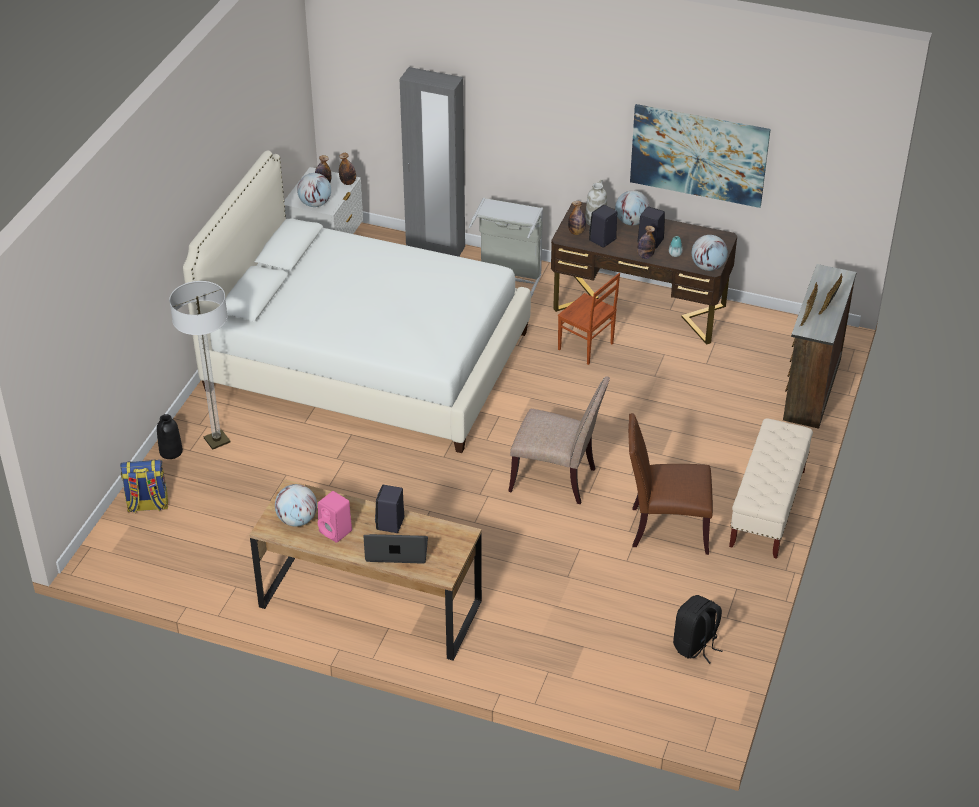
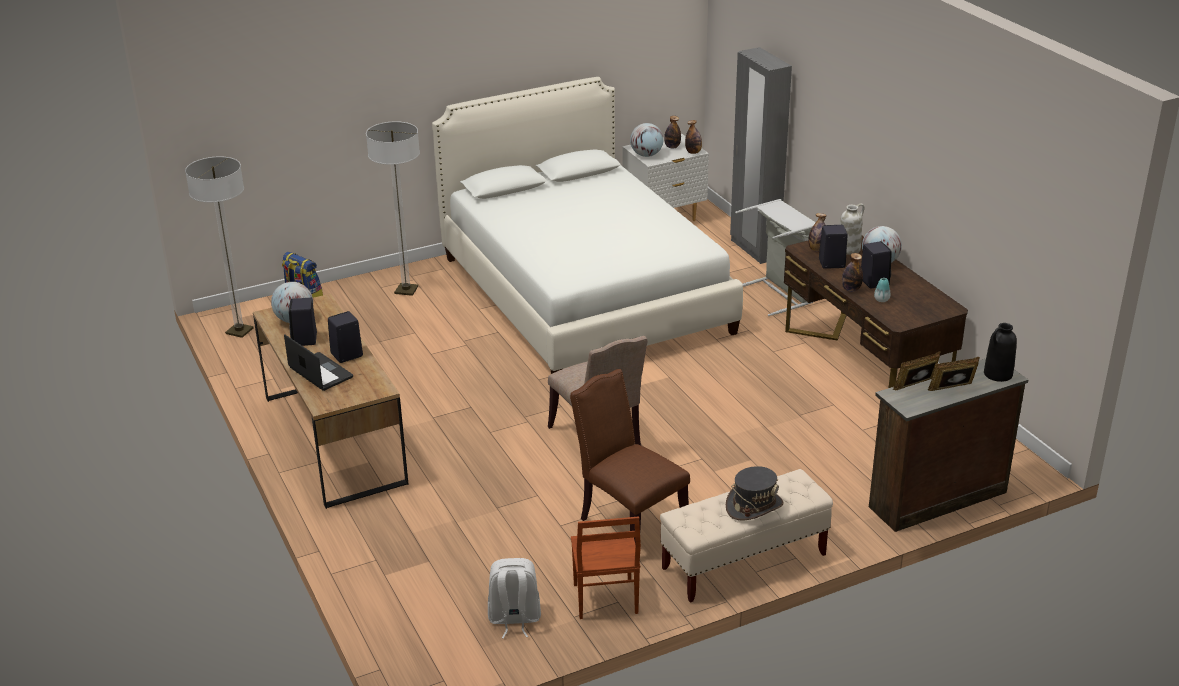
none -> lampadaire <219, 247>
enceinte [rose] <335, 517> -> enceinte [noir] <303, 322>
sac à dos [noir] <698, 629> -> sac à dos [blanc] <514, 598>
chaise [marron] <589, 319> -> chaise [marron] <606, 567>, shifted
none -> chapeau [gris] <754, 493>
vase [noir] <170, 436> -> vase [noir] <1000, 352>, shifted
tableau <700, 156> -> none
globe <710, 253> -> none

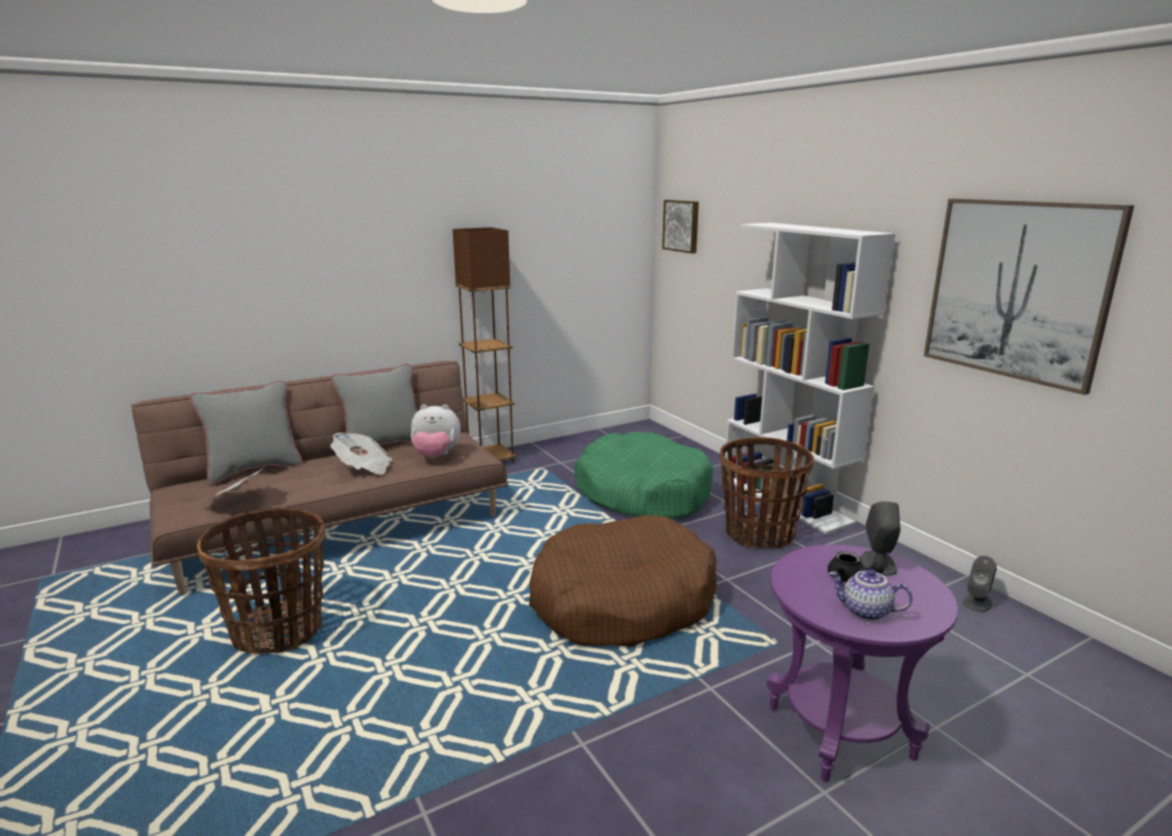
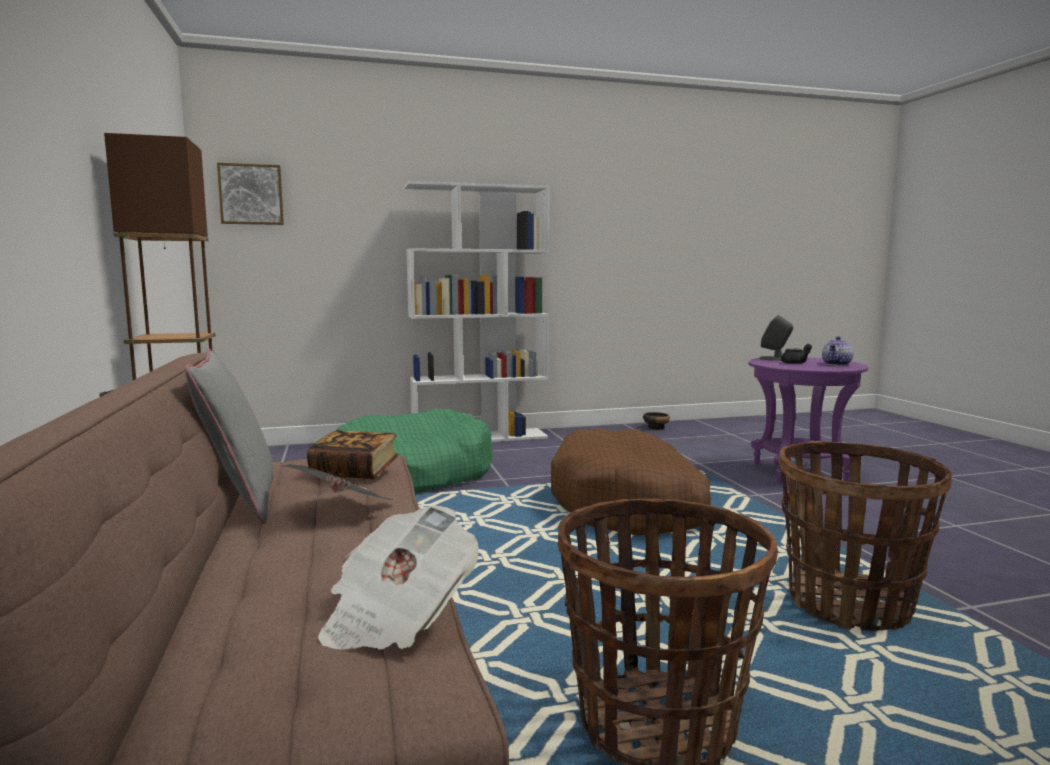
peluche <436, 431> -> livre <352, 454>
enceinte [gris] <979, 583> -> bol <656, 421>
panier <767, 493> -> panier <865, 536>, shifted
coussin [gris] <246, 431> -> none
tableau <1029, 296> -> none

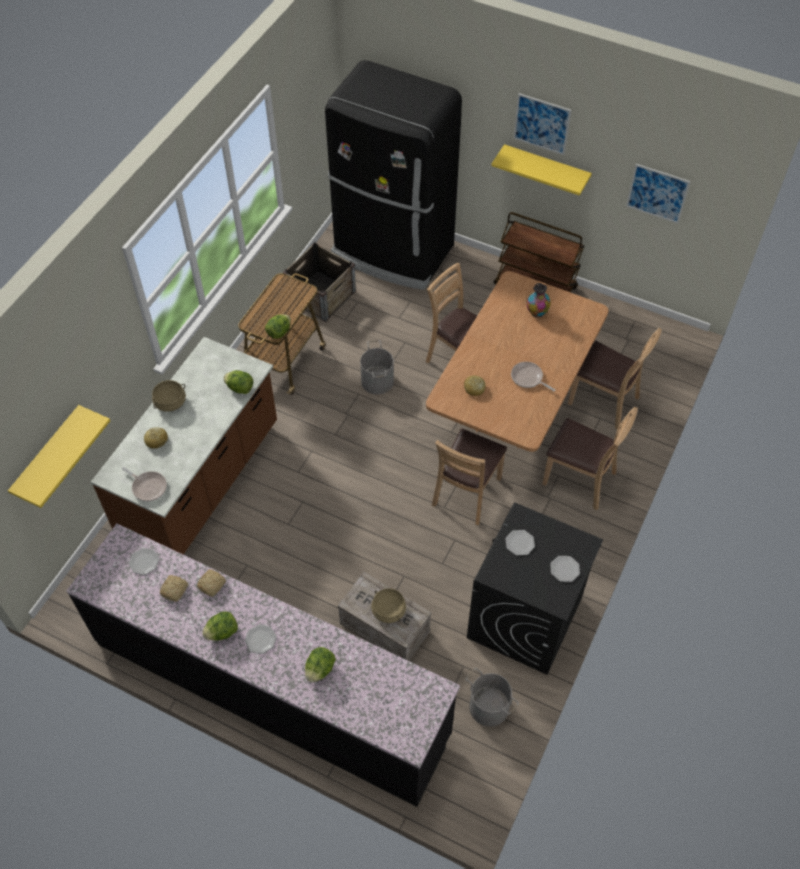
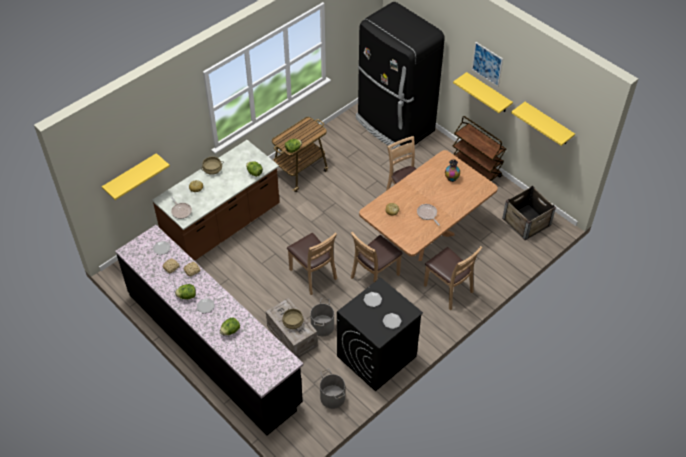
chaise [marron] <615, 379> -> chaise [marron] <312, 263>, shifted
seau [gris] <377, 367> -> seau [gris] <322, 317>, shifted
caisse <319, 282> -> caisse <529, 213>, shifted
tableau <658, 194> -> étagère [jaune] <543, 124>

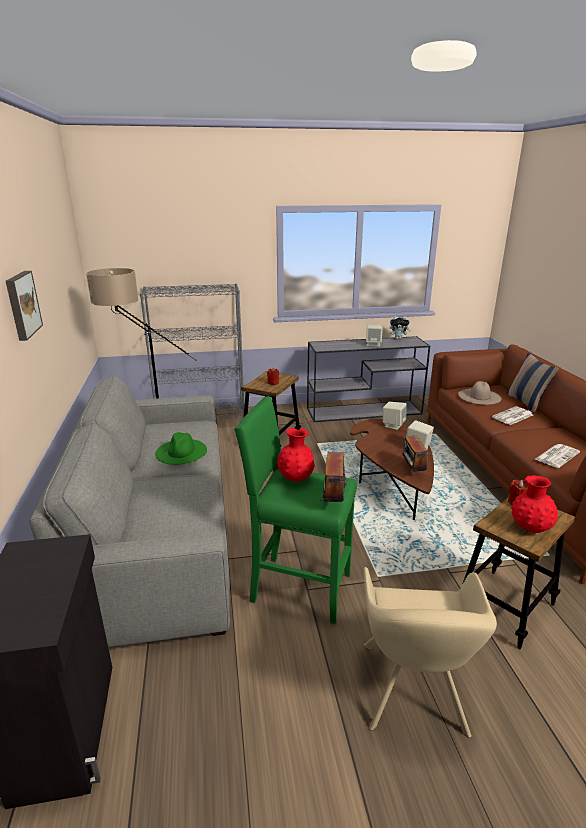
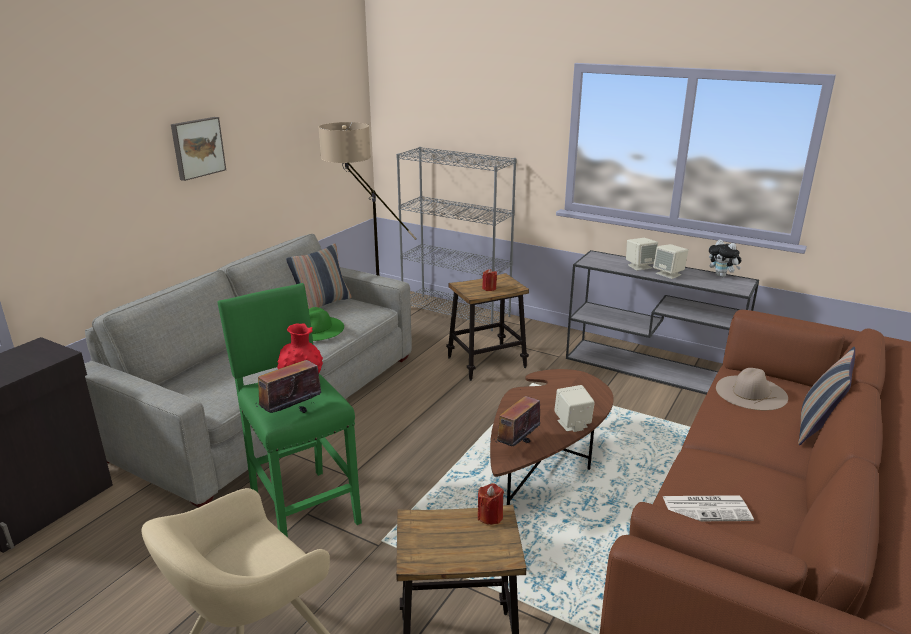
none -> coussin <318, 276>
enceinte [beige] <394, 416> -> enceinte [beige] <642, 254>, shifted
journal <512, 415> -> none
vase [rouge] <534, 504> -> none

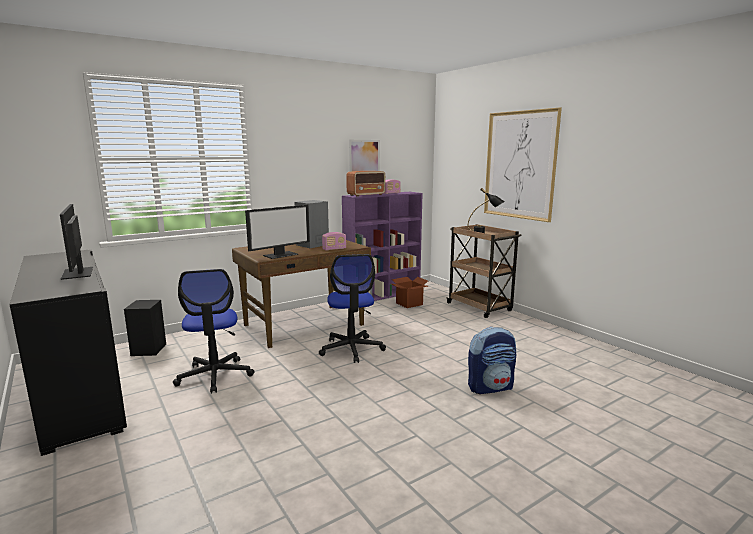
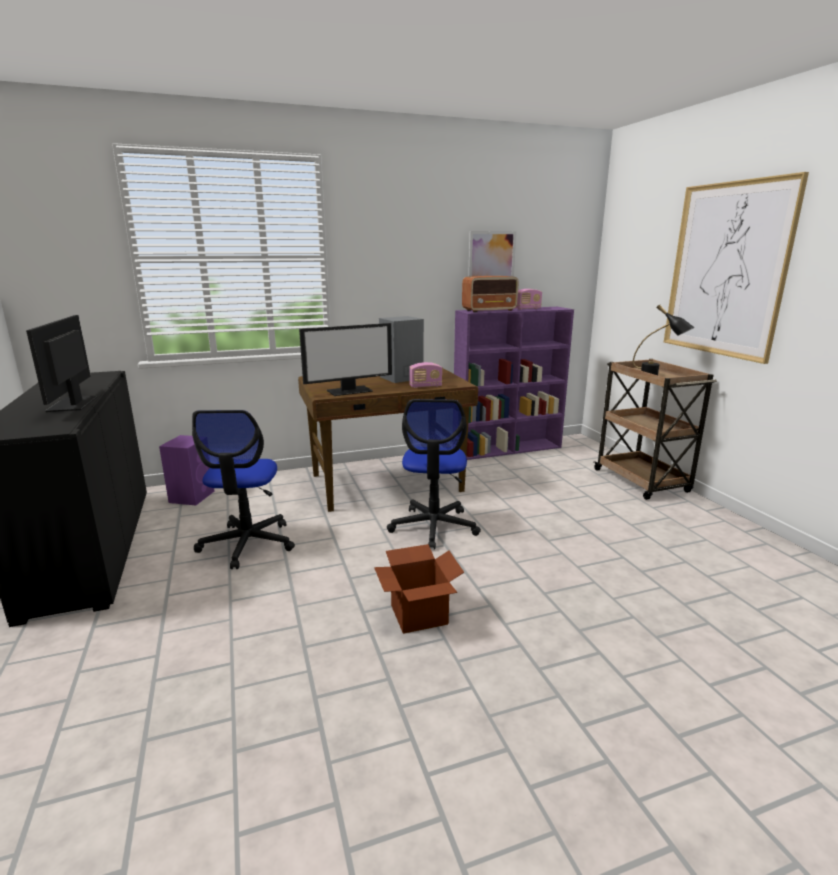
enceinte [noir] <145, 328> -> enceinte [violet] <186, 470>
carton <409, 292> -> carton <419, 589>, shifted
sac à dos <492, 360> -> none

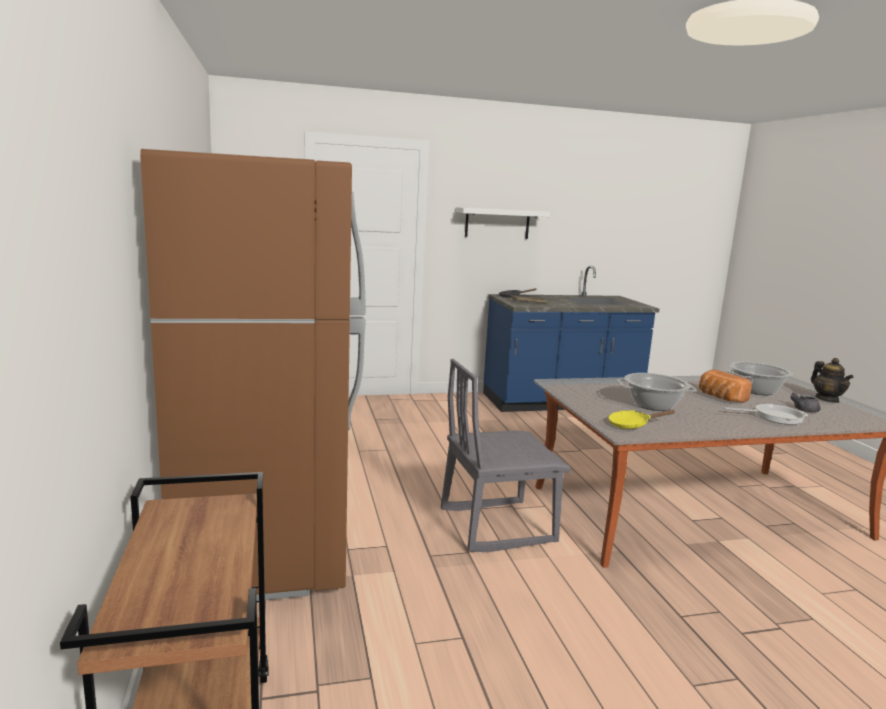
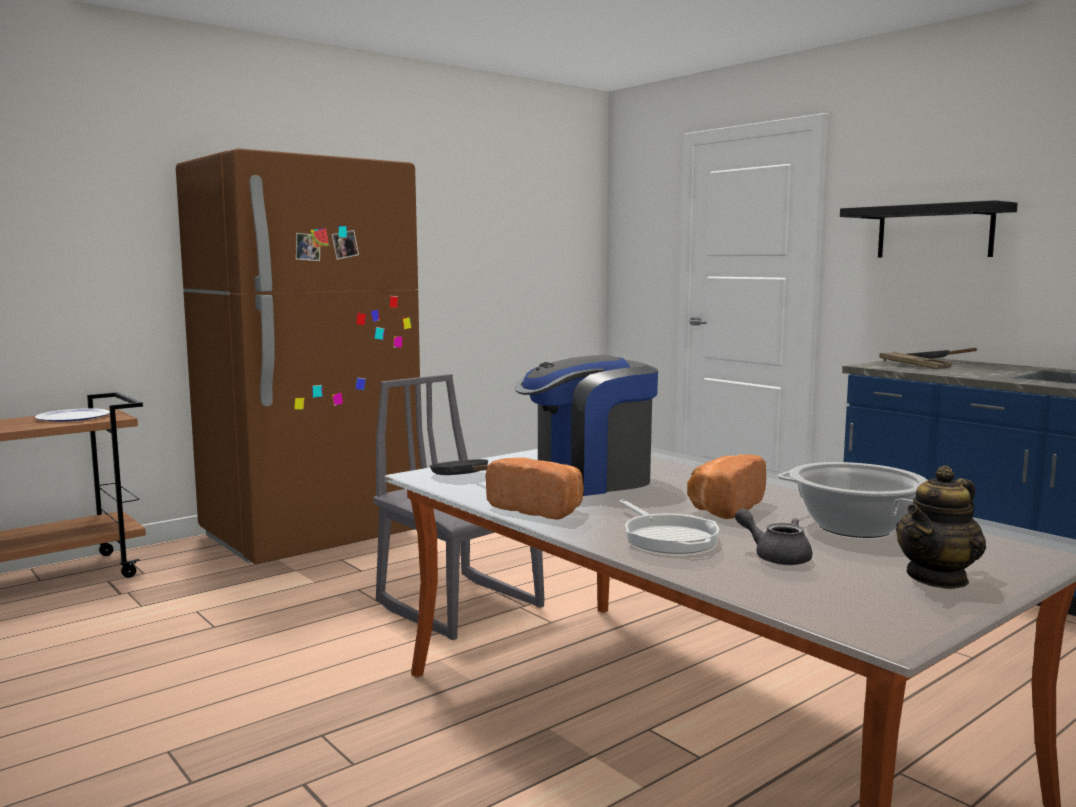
none -> assiette <72, 415>
poêle [jaune] <641, 419> -> poêle [noir] <459, 467>
none -> pain <534, 488>
marmite <657, 392> -> machine à café <586, 425>
étagère [blanc] <503, 223> -> étagère [noir] <929, 229>

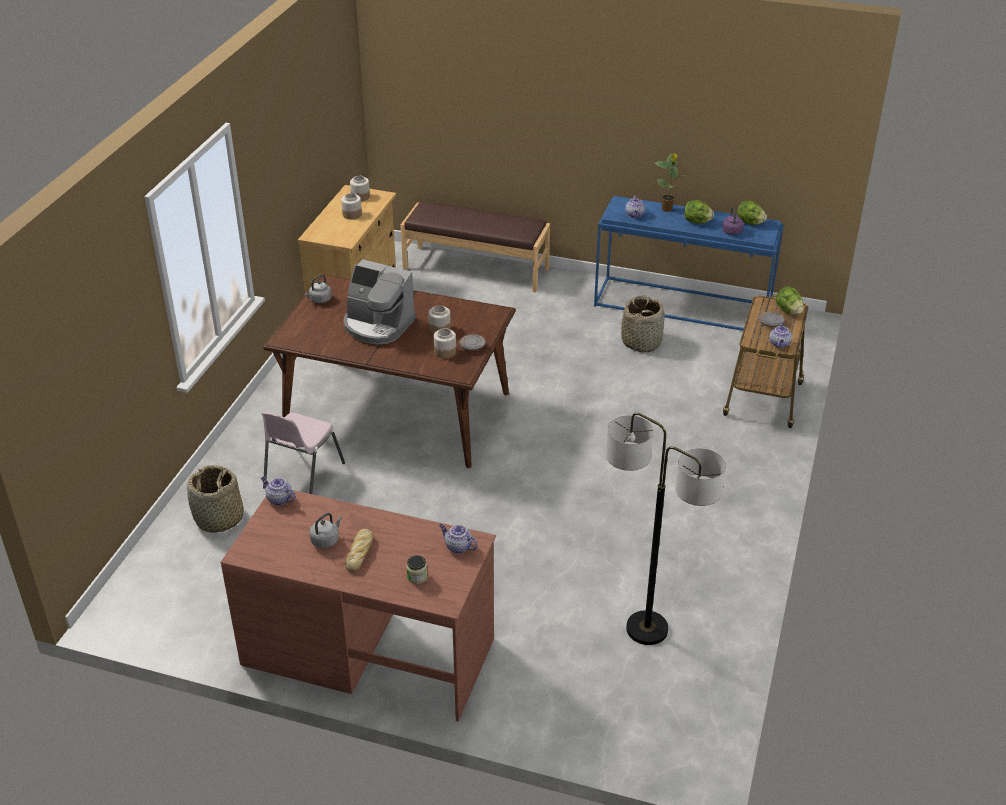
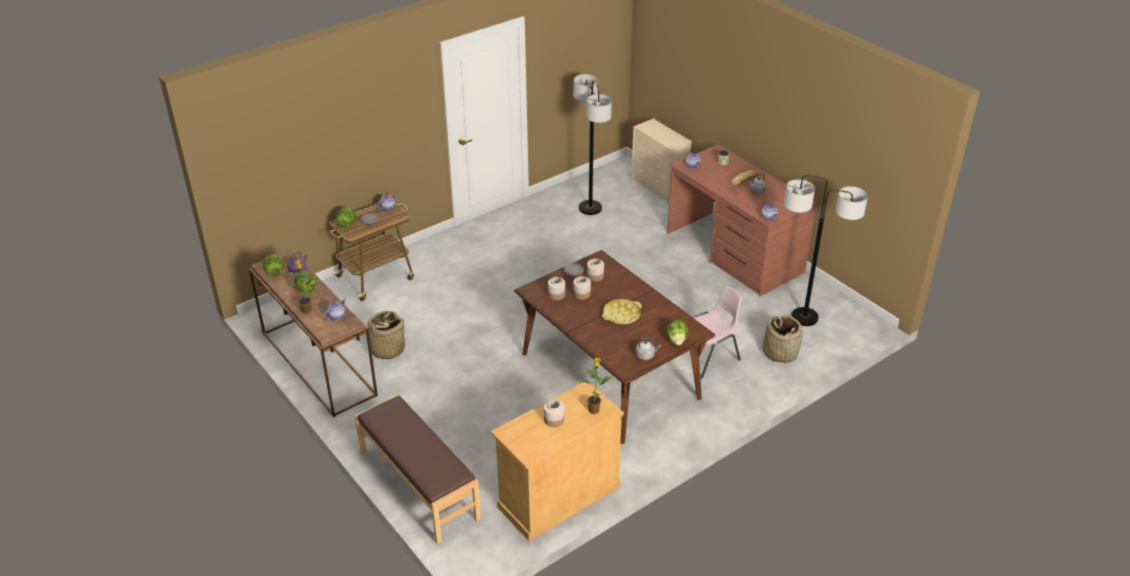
table console [bleu] <689, 264> -> table console [marron] <313, 334>
bocal <360, 188> -> bocal <556, 288>, shifted
none -> plante en pot <595, 386>
machine à café <379, 302> -> plateau [jaune] <622, 311>
none -> commode [beige] <661, 161>
none -> laitue <677, 332>
none -> lampadaire <826, 250>

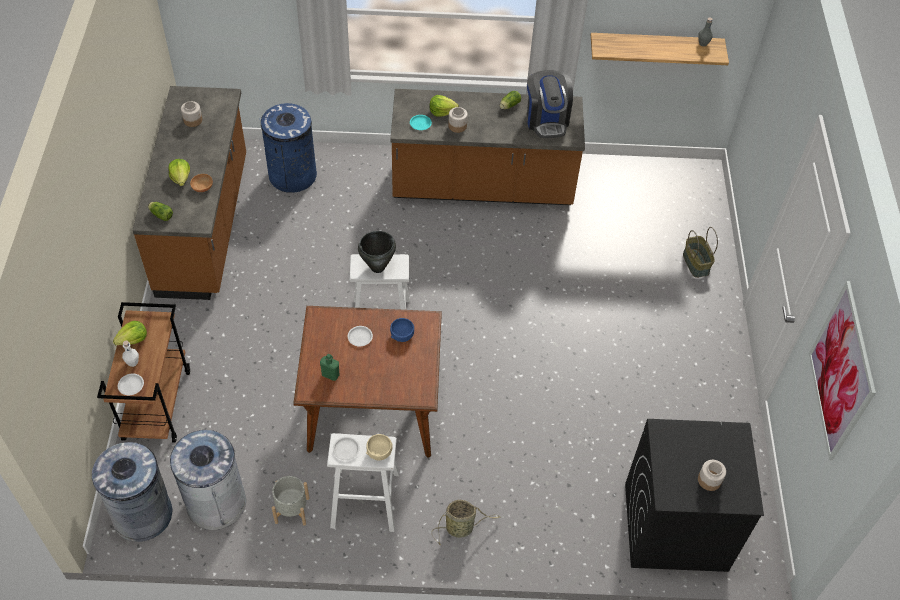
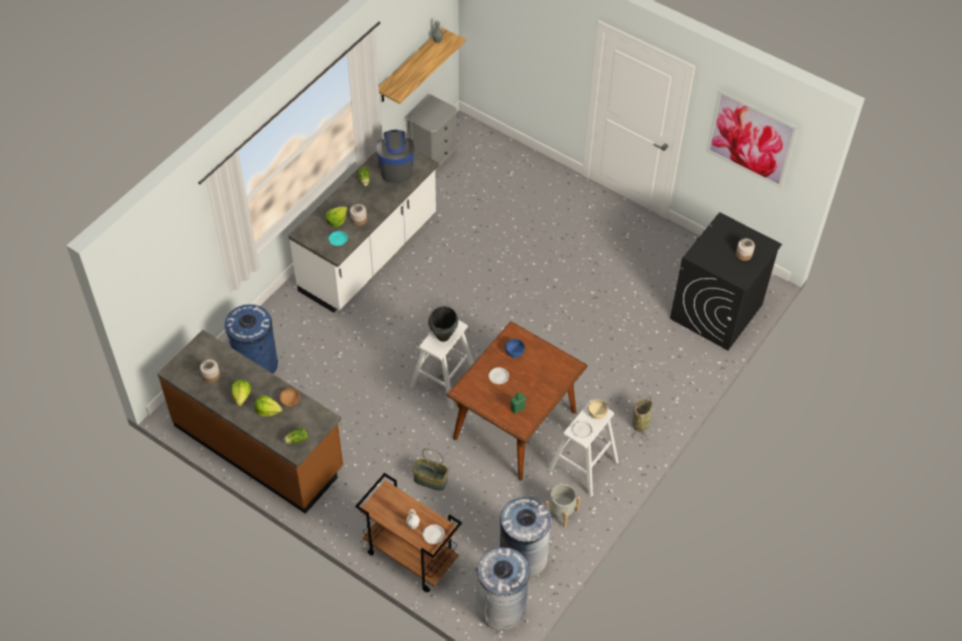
laitue <130, 333> -> laitue <241, 393>, shifted
comptoir de cuisine [marron] <488, 147> -> comptoir de cuisine [blanc] <364, 231>
machine à café <550, 104> -> machine à café <395, 157>, 120 degrees counterclockwise
none -> table de chevet [gris] <432, 135>
panier <700, 252> -> panier <431, 469>, shifted

